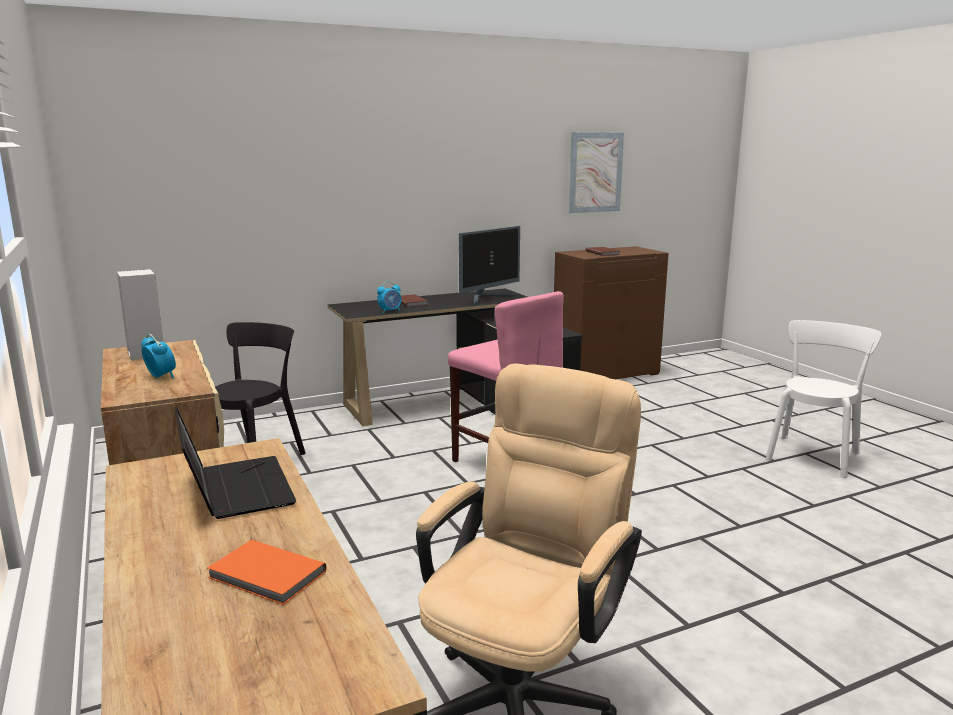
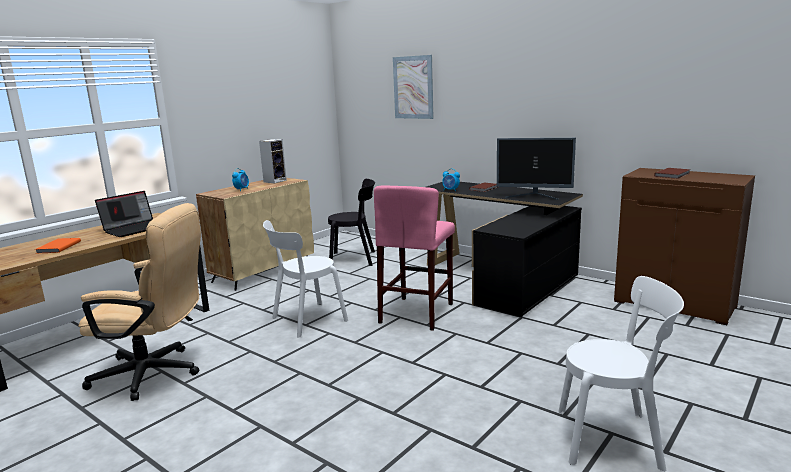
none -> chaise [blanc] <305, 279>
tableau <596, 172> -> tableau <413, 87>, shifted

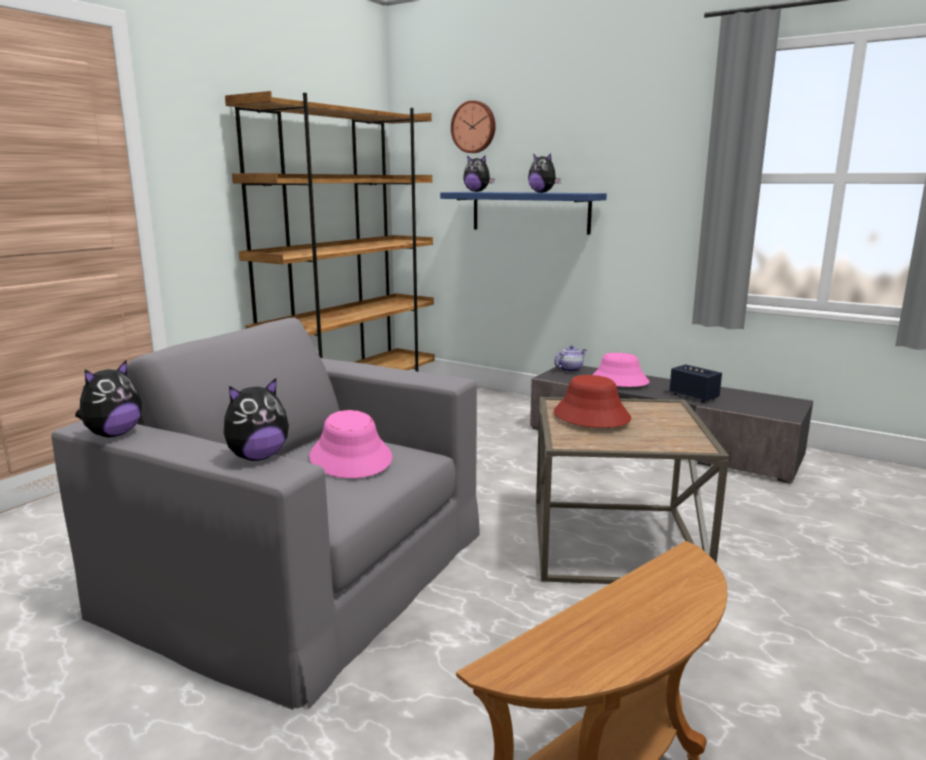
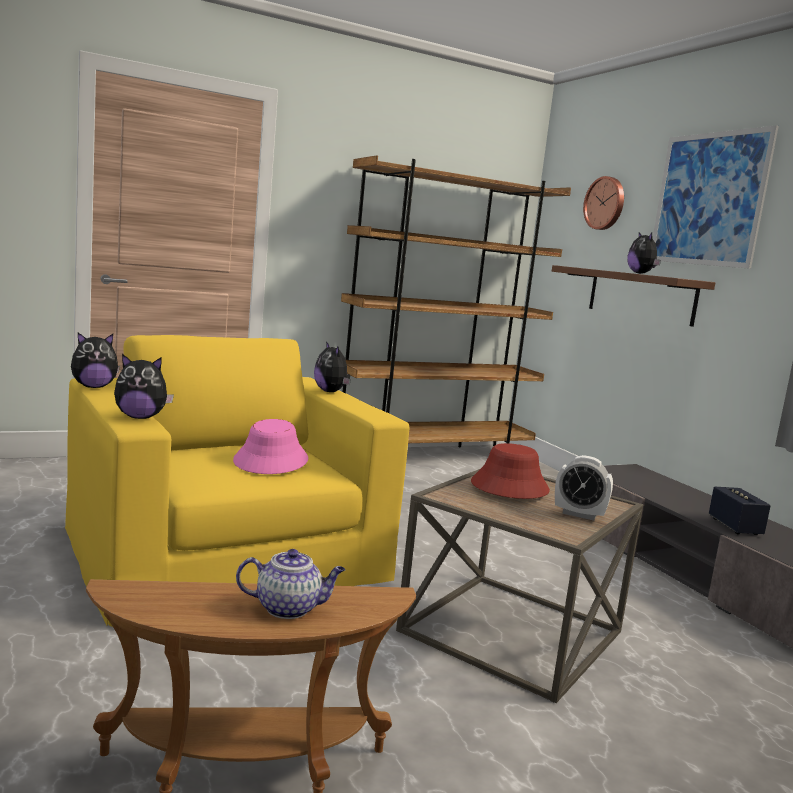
fauteuil [gris] <265, 514> -> fauteuil [jaune] <237, 481>
théière <570, 358> -> théière <290, 584>, shifted
peluche <478, 174> -> peluche <332, 366>, shifted
étagère [bleu] <523, 213> -> étagère [marron] <633, 296>
none -> réveil <584, 488>
none -> tableau <716, 197>
chapeau [rose] <621, 370> -> none

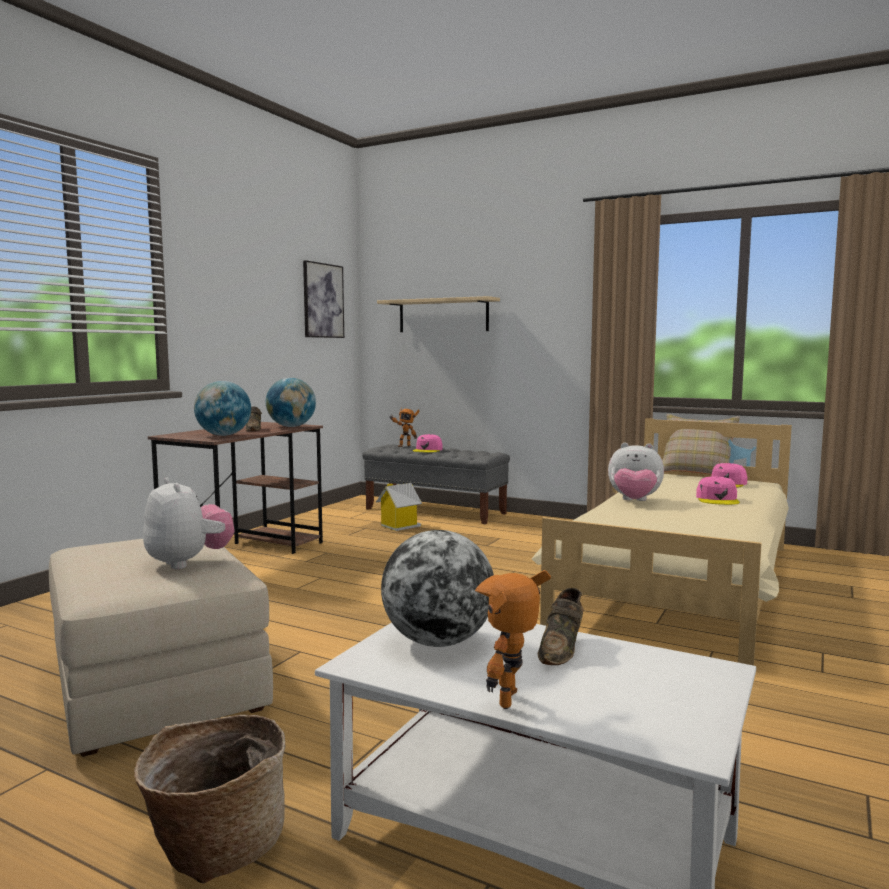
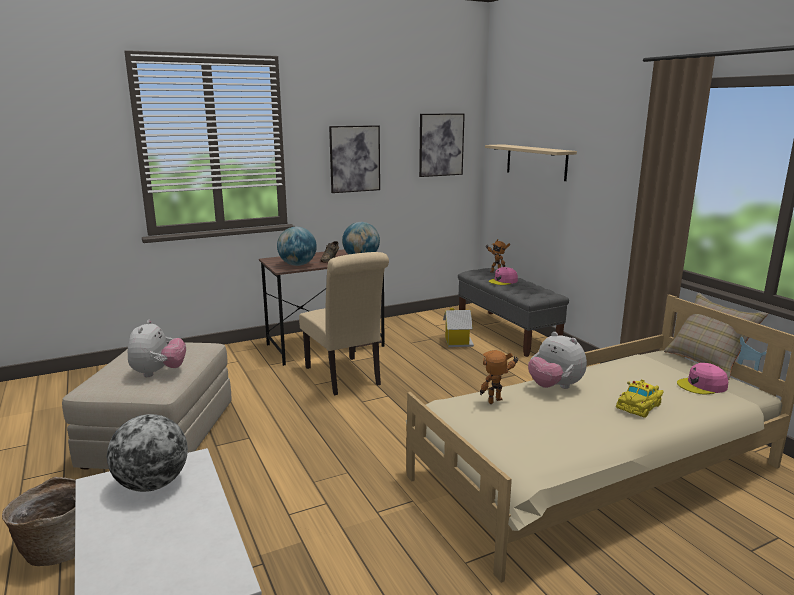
none -> chaise [beige] <344, 323>
none -> tableau <354, 159>
robot jouet <513, 639> -> robot jouet <499, 377>, shifted
casquette [rose] <718, 490> -> petite voiture [jaune] <640, 399>
chaussure [marron] <561, 626> -> none

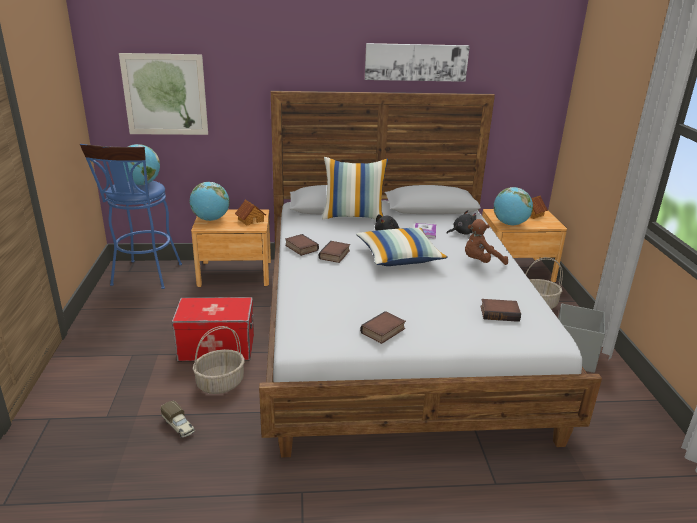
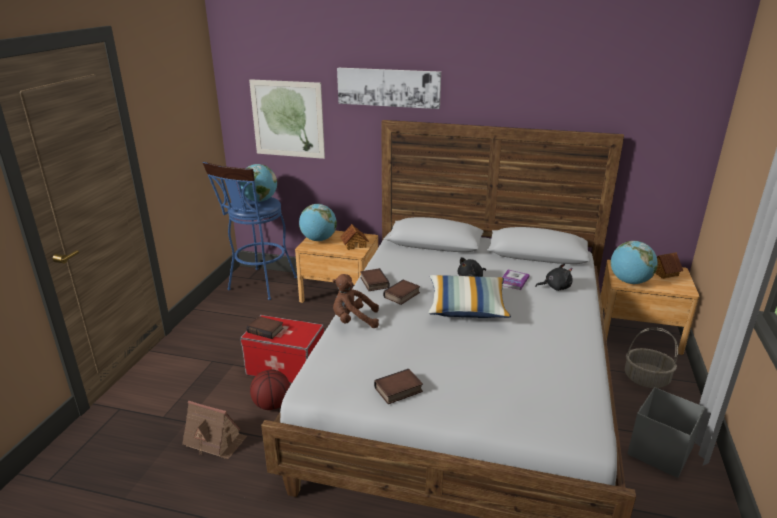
camion jouet <178, 419> -> maison miniature <214, 430>
livre <500, 310> -> livre <265, 327>, shifted
panier <219, 360> -> ballon de basket <270, 390>
peluche [marron] <486, 242> -> peluche [marron] <355, 301>, shifted
tableau <417, 62> -> tableau <389, 88>, shifted
coussin <355, 188> -> none

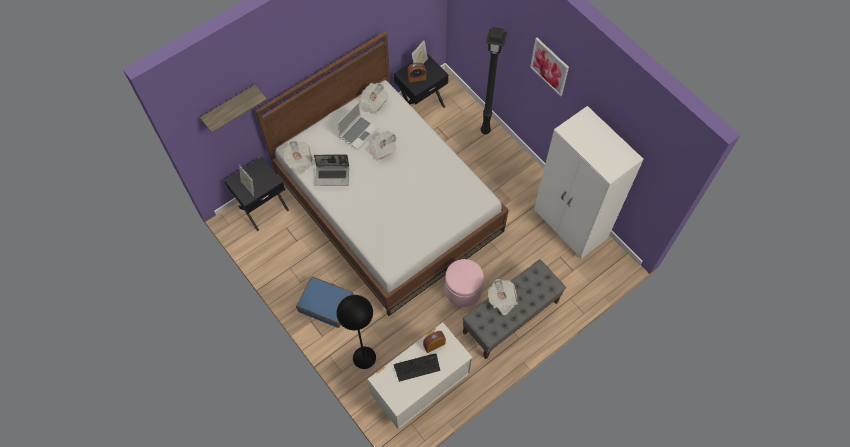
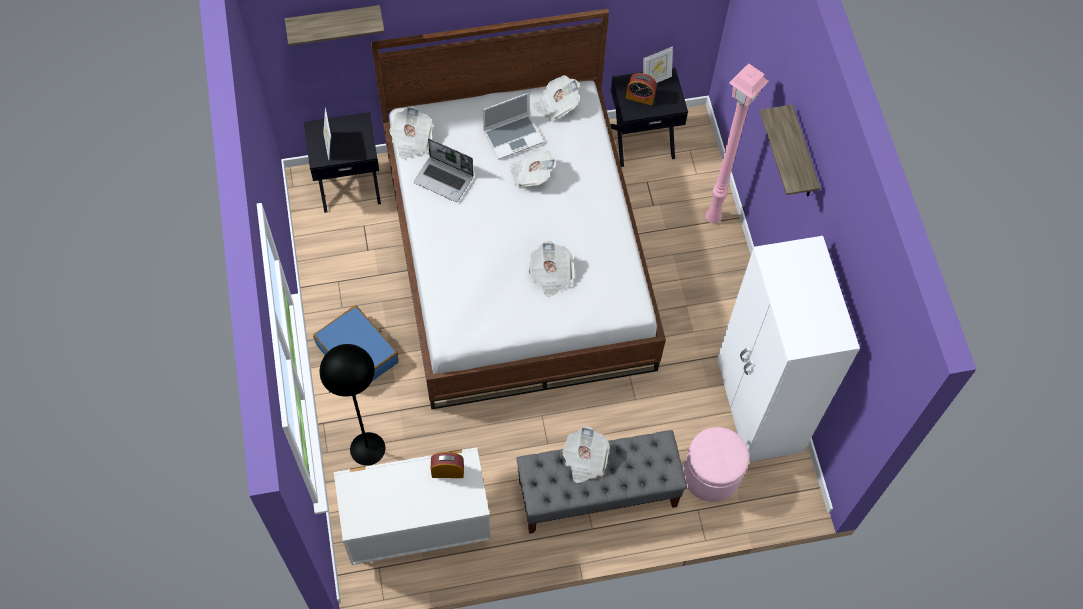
none -> journal <551, 269>
pouf [rose] <464, 283> -> pouf [rose] <716, 464>, shifted
lampadaire [noir] <493, 81> -> lampadaire [rose] <737, 144>
tableau <549, 67> -> étagère <790, 150>
clavier <417, 367> -> none

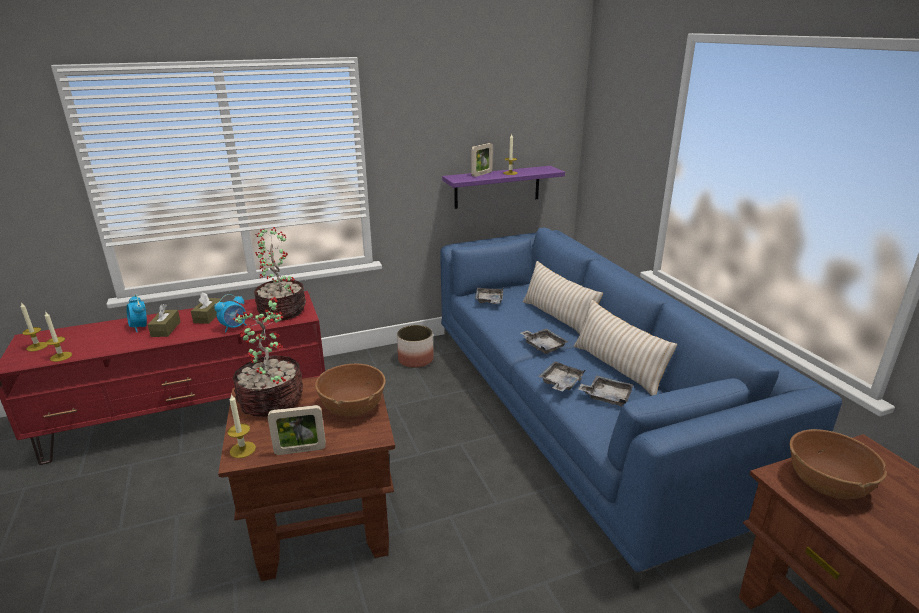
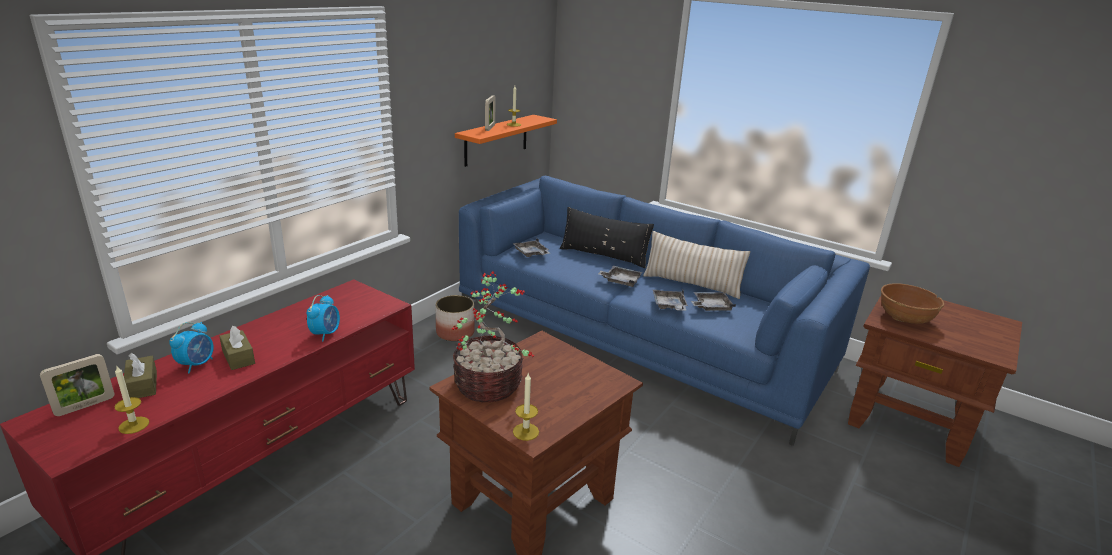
cadre photo <297, 430> -> cadre photo <77, 385>, shifted
boîte à mouchoirs [marron] <206, 308> -> boîte à mouchoirs [marron] <140, 375>, shifted
réveil <136, 313> -> réveil <191, 348>, 90 degrees counterclockwise
étagère [violet] <503, 187> -> étagère [orange] <506, 141>
coussin [beige] <563, 297> -> coussin [noir] <607, 237>
bougie <34, 327> -> none
plante en pot <280, 274> -> none
bol [marron] <350, 390> -> none

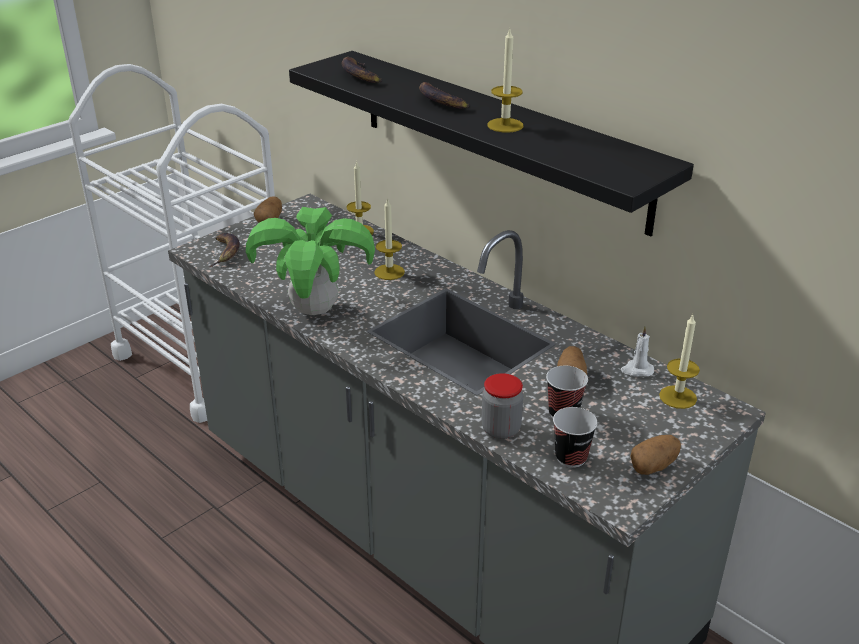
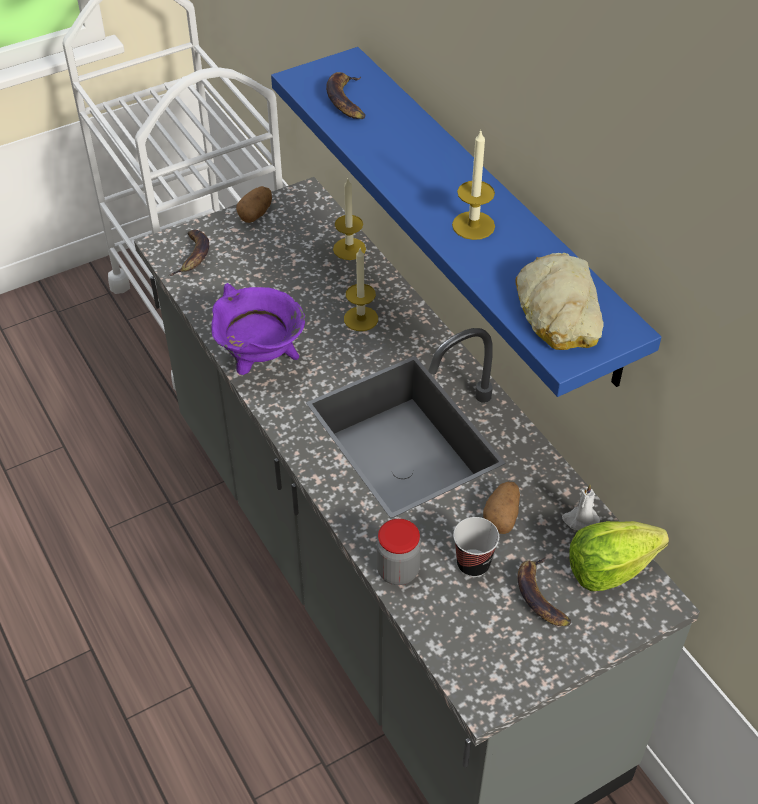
plante en pot <310, 261> -> marmite [violet] <258, 329>
étagère [noir] <491, 144> -> étagère [bleu] <466, 222>
none -> pain <560, 301>
banane <444, 95> -> banane <544, 592>, shifted
bougie <679, 362> -> laitue <619, 556>
tasse <575, 437> -> none
pomme de terre <656, 455> -> none

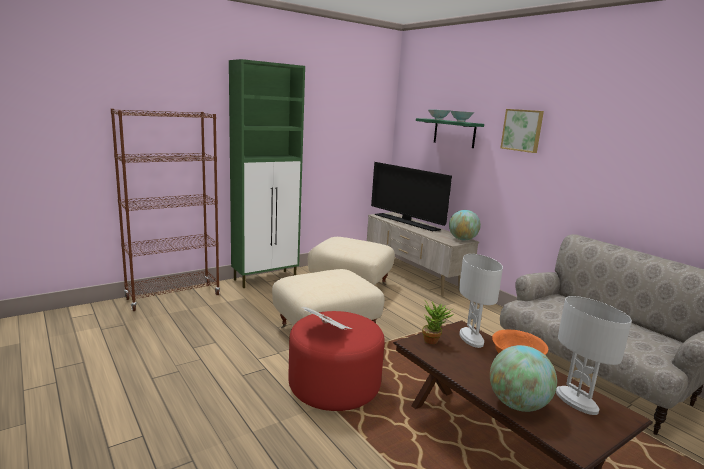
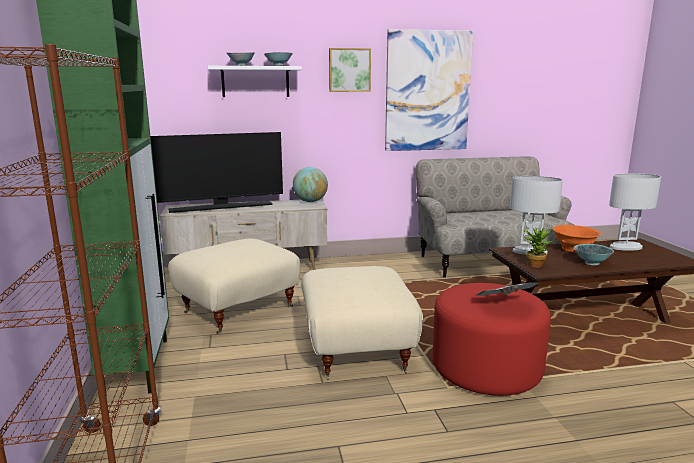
étagère [vert] <450, 133> -> étagère [blanc] <255, 81>
none -> tableau <429, 90>
none -> bol <594, 254>
globe <523, 378> -> none

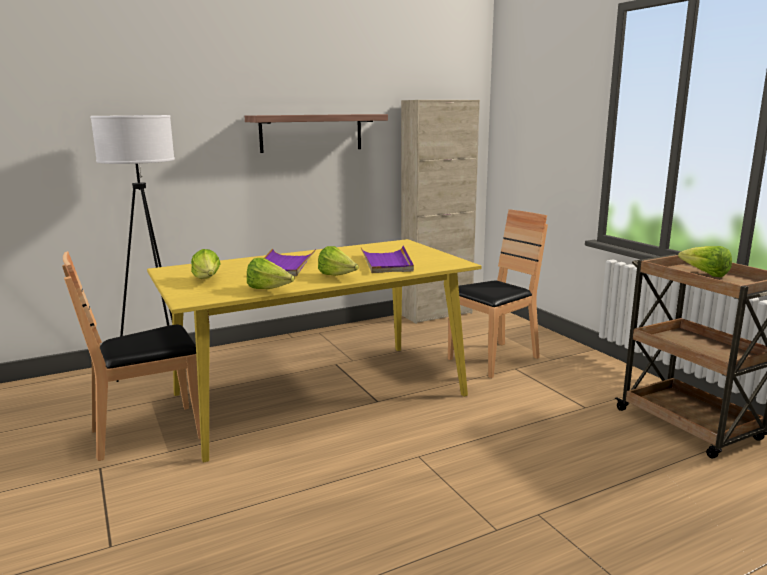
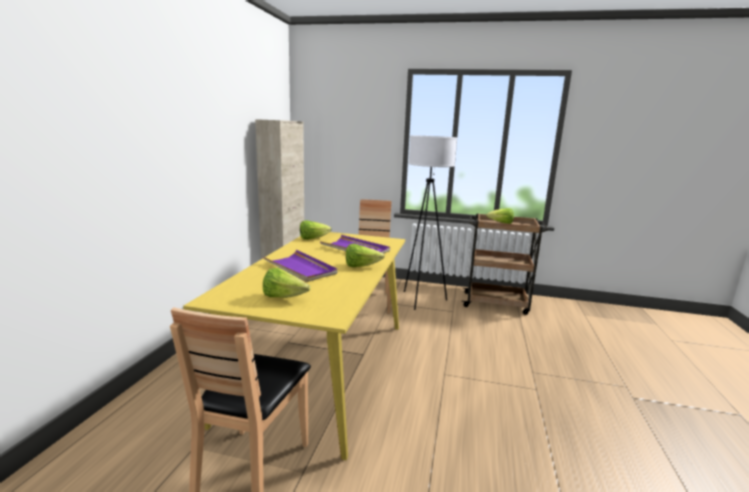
laitue <271, 273> -> laitue <316, 230>, shifted
lampadaire [blanc] <132, 248> -> lampadaire [blanc] <430, 222>, shifted
étagère <316, 133> -> none

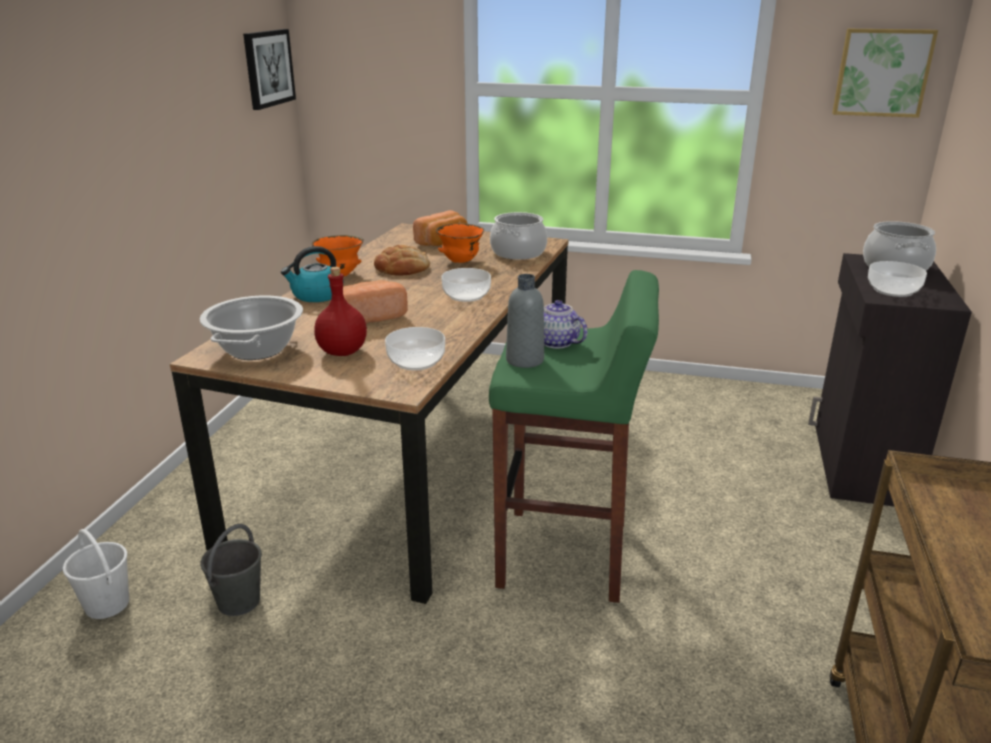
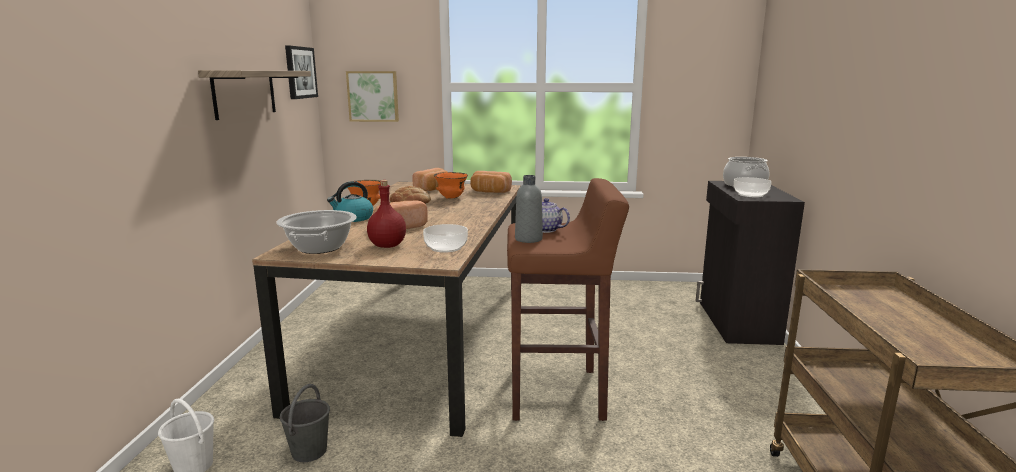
none -> étagère <254, 95>
tableau <885, 73> -> tableau <372, 96>, shifted
marmite <518, 236> -> pain <491, 182>
tabouret [vert] <574, 436> -> tabouret [marron] <568, 299>
bol <466, 285> -> none

